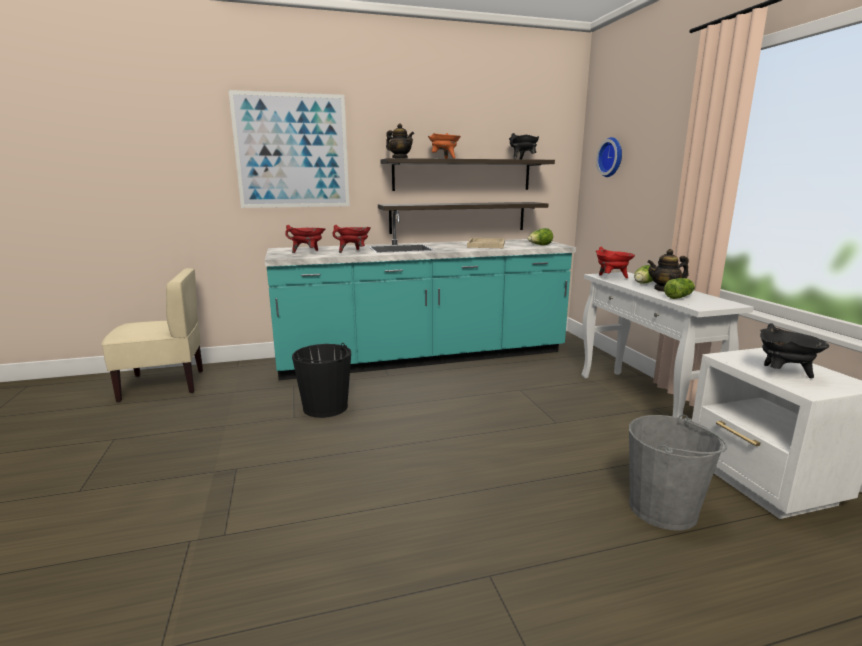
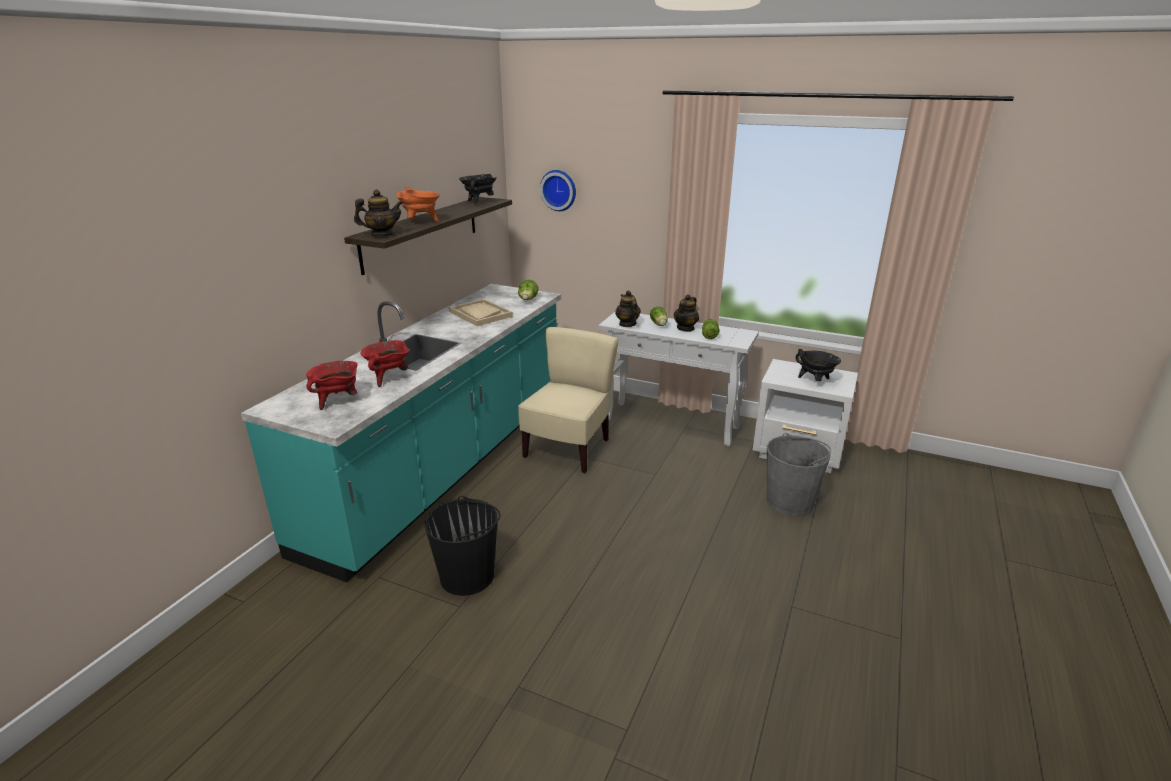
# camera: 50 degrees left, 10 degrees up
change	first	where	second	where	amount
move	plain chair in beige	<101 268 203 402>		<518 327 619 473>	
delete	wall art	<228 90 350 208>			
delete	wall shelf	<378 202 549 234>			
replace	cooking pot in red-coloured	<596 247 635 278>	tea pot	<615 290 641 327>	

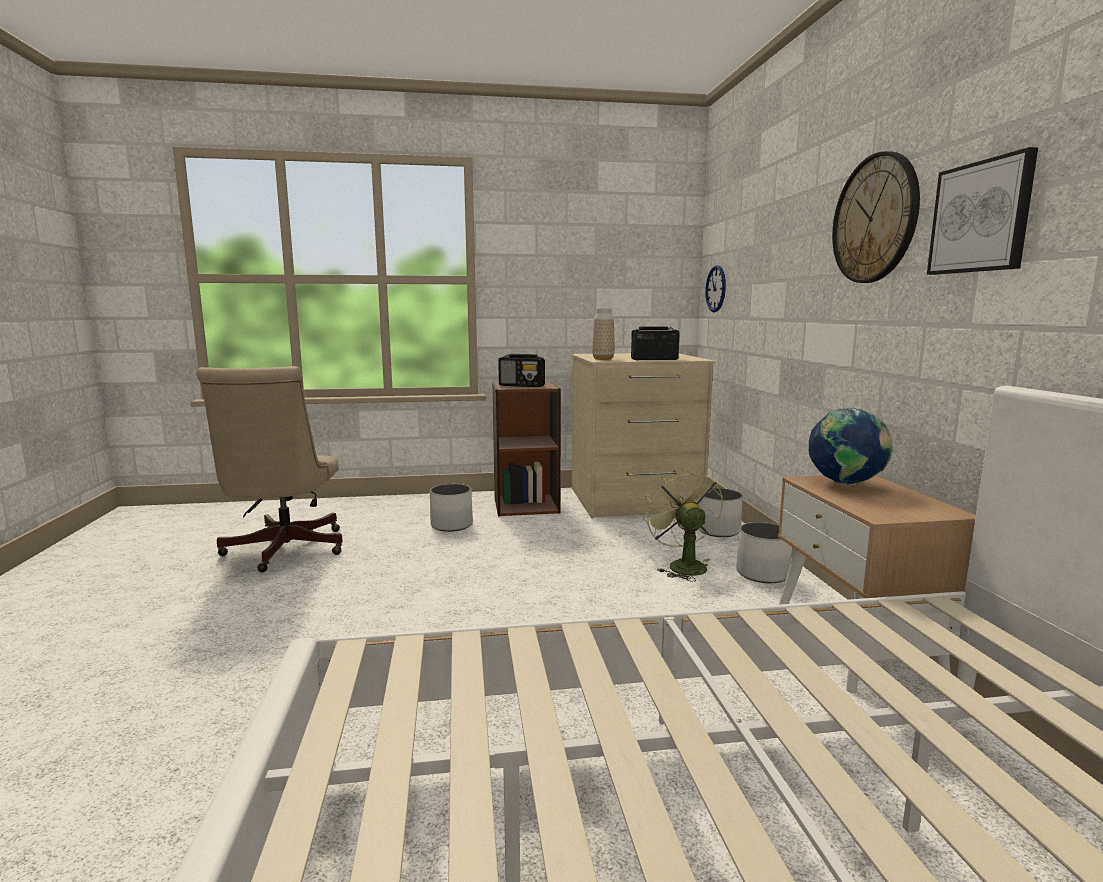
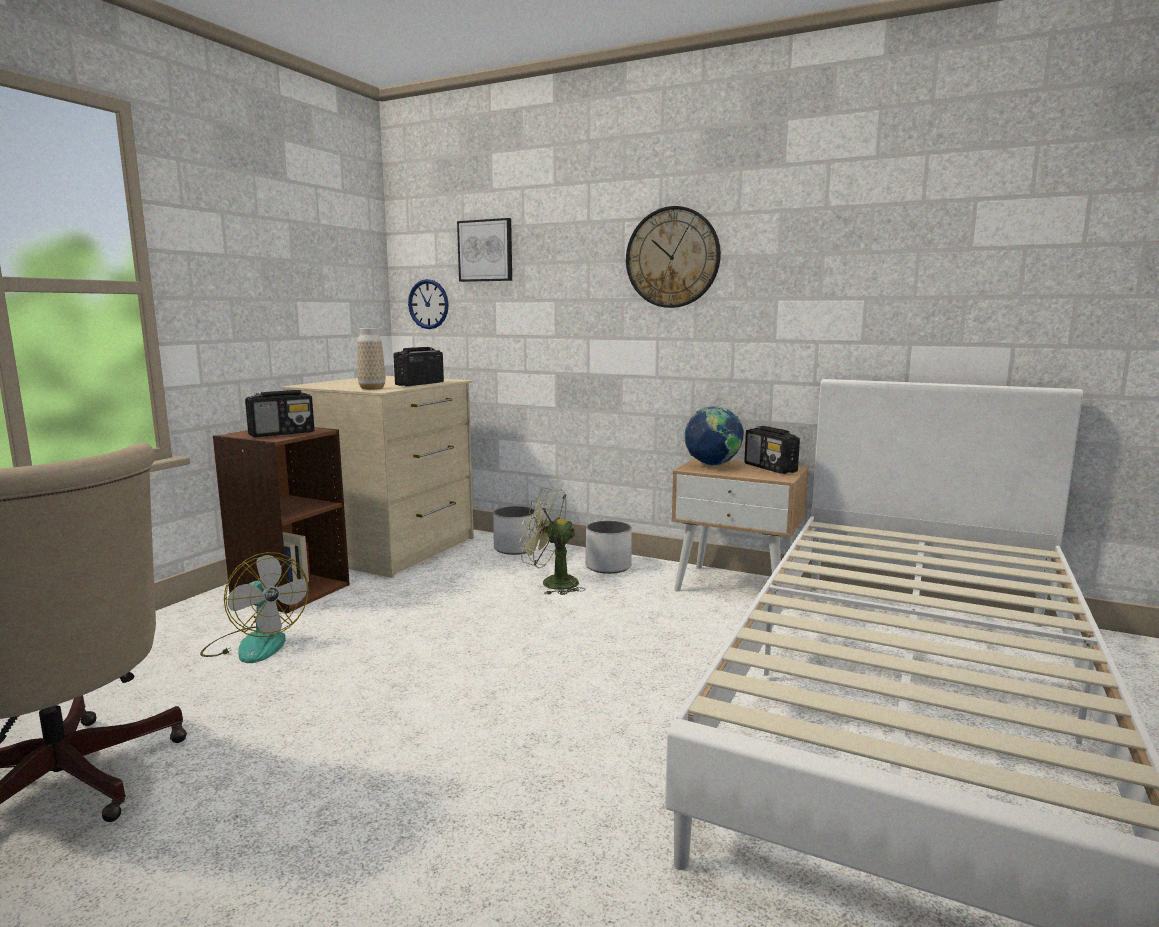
# camera: 55 degrees left, 0 degrees up
change	first	where	second	where	amount
replace	plant pot in white	<430 484 473 532>	fan	<200 552 309 663>	
move	wall art	<927 147 1038 275>		<457 218 512 282>	
insert			radio set	<744 426 800 474>	

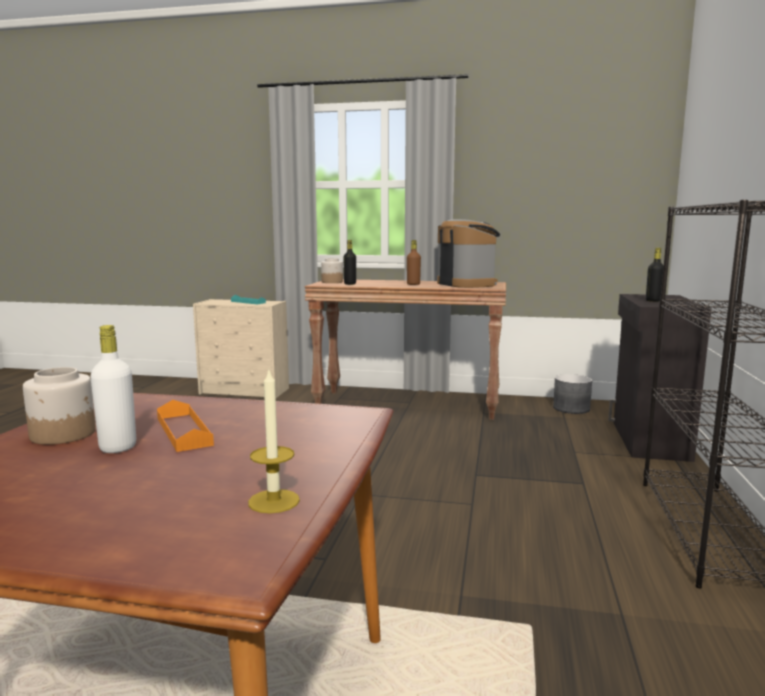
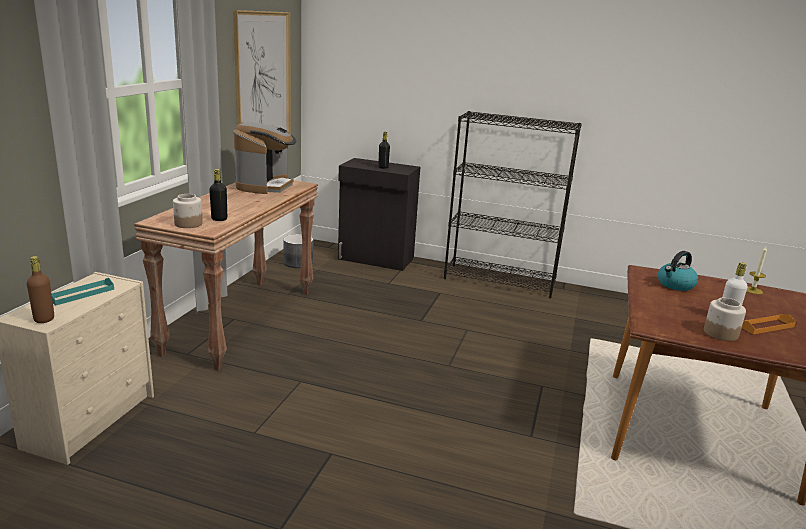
# camera: 85 degrees left, 10 degrees up
change	first	where	second	where	amount
move	tray in orangey	<157 400 214 452>		<742 314 796 334>	
move	bottle in brownish	<407 240 421 285>		<27 256 54 323>	
rotate	coffee machine	<437 219 500 288>		<234 122 296 194>	120 degrees clockwise
insert			wall art	<233 10 291 134>	
insert			tea kettle	<658 251 698 291>	

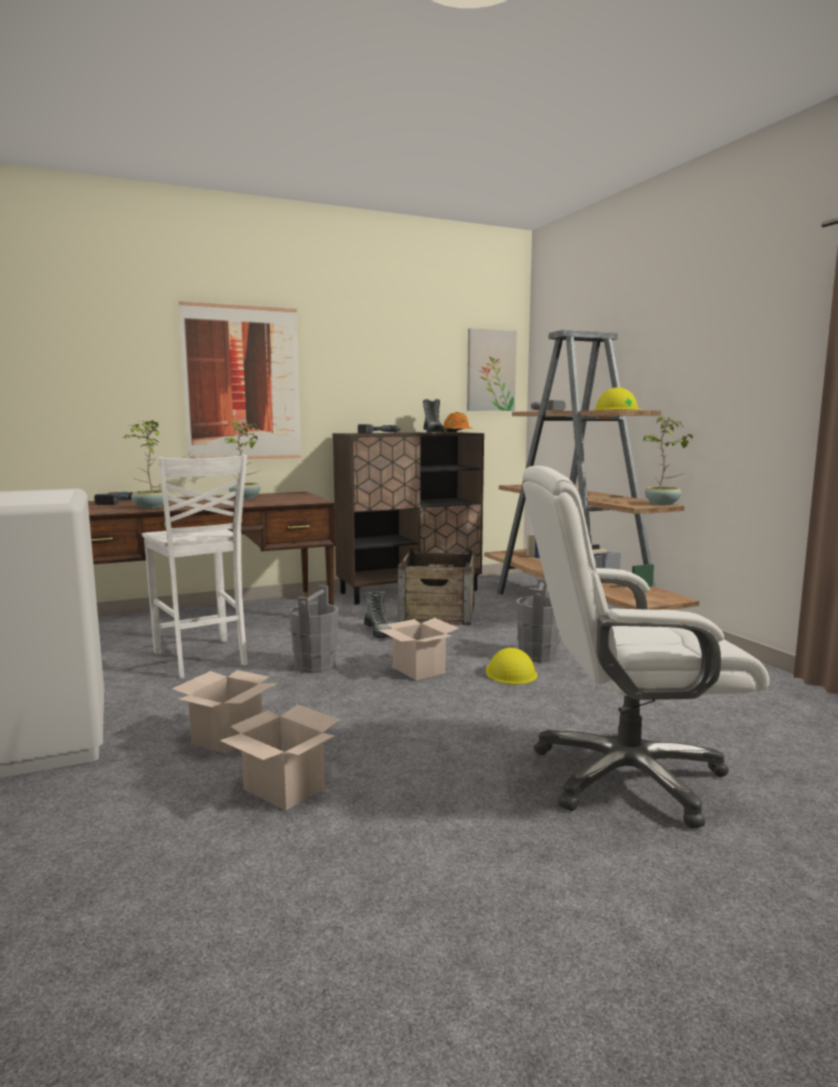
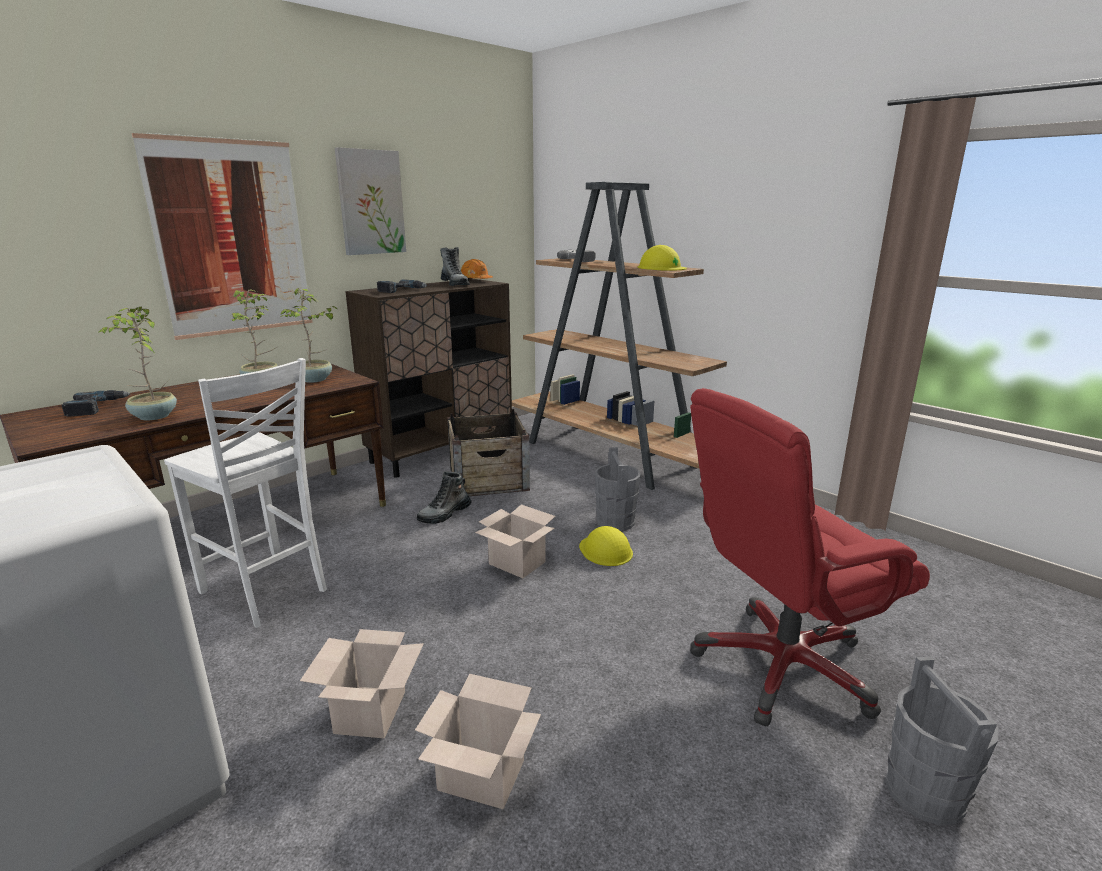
# camera: 20 degrees left, 10 degrees up
change	first	where	second	where	amount
move	bucket in greyish	<289 585 339 673>		<885 656 998 826>	
rotate	high-top boot	<364 591 392 638>		<417 471 471 524>	90 degrees clockwise
move	wall art	<467 328 517 411>		<335 147 406 255>	
recolor	desk chair in white	<522 466 769 829>	desk chair in red-coloured	<690 388 930 726>	
move	potted plant	<644 416 693 505>		<280 288 338 383>	

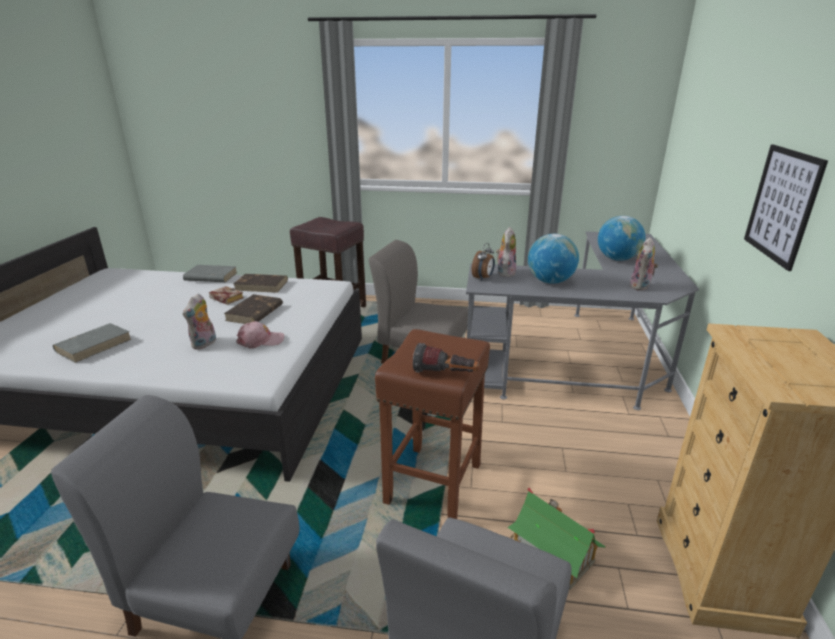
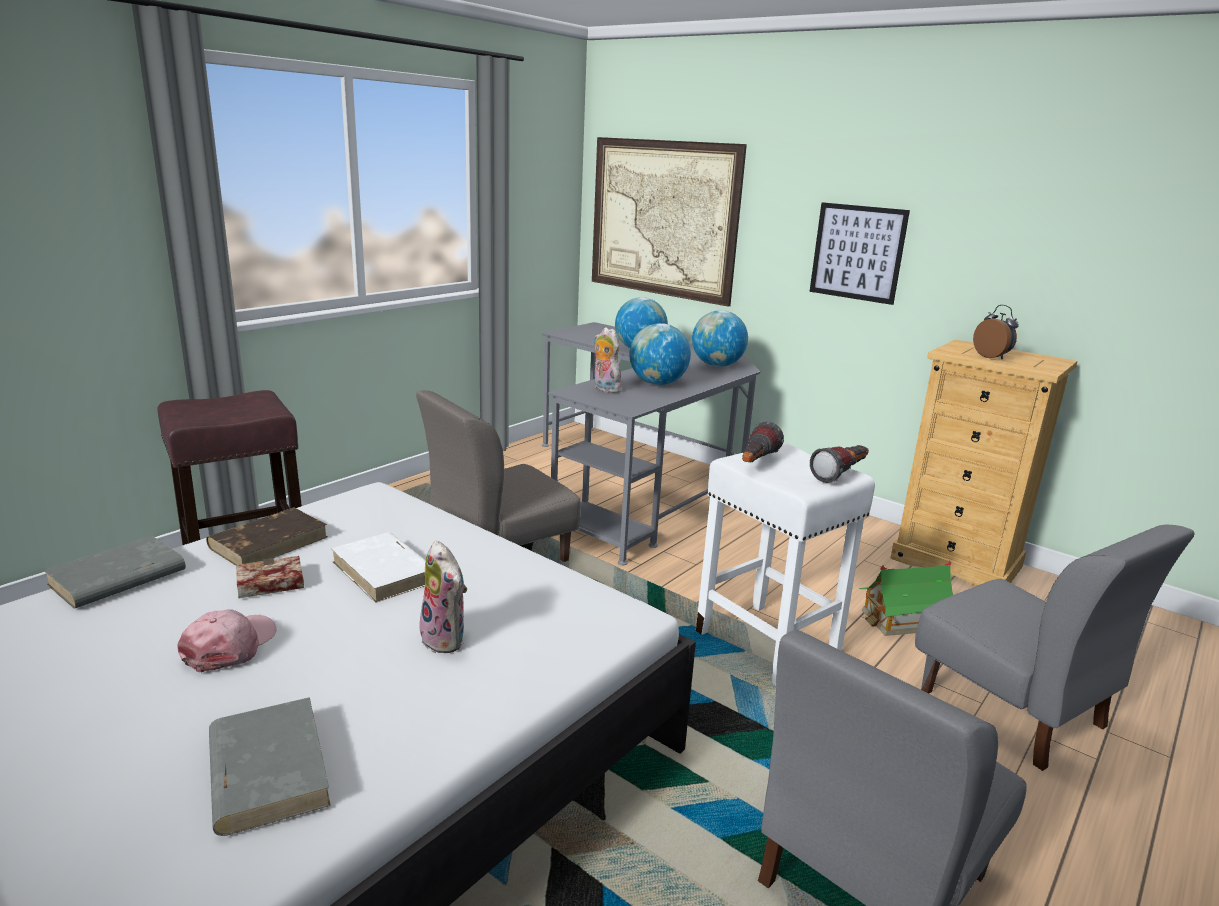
# camera: 60 degrees left, 5 degrees down
change	first	where	second	where	amount
recolor	book in brownish	<224 294 283 324>	book in white	<331 532 426 603>	
move	peaked cap in pinkish	<236 321 284 348>		<178 609 277 672>	
recolor	stool in brownish	<375 329 490 519>	stool in white	<696 443 875 685>	
move	bedside clock	<472 243 495 281>		<973 305 1019 359>	
replace	plush toy	<629 237 658 291>	globe	<692 310 748 367>	
insert			wall art	<592 137 747 307>	
insert			flashlight	<742 422 784 462>	

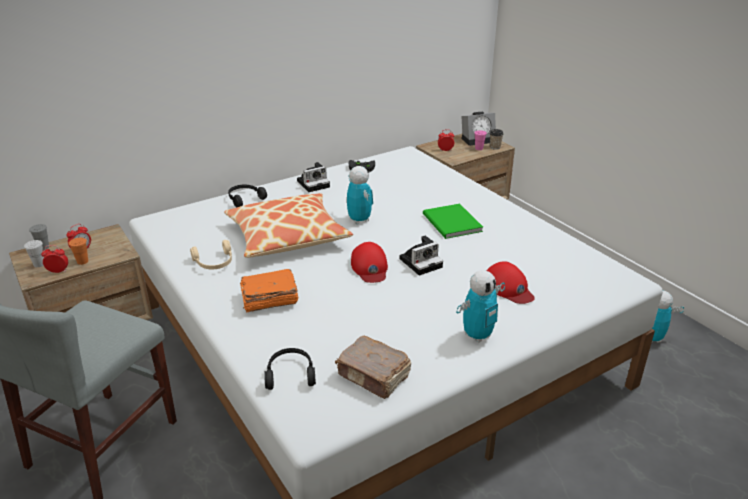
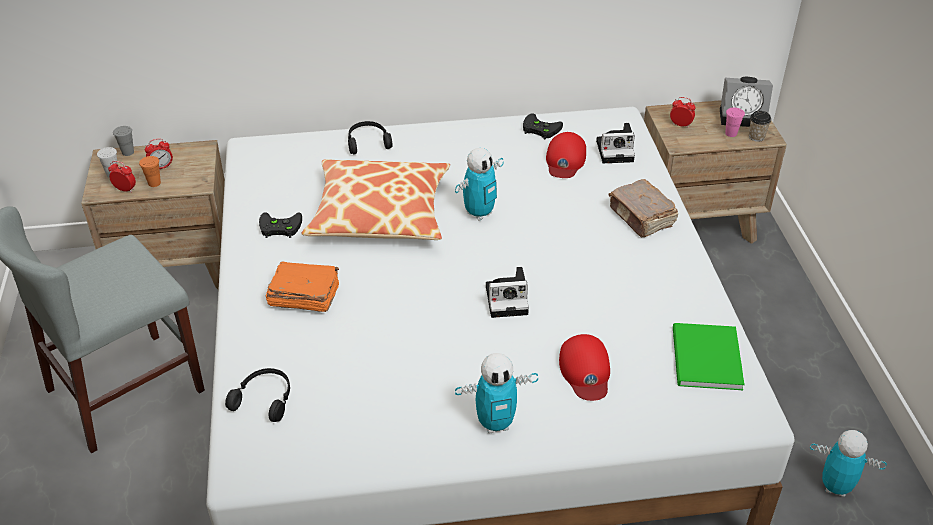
# camera: 25 degrees right, 10 degrees up
change	first	where	second	where	amount
replace	headphones in beige	<190 240 232 269>	gamepad in blackish	<259 212 302 238>	
move	photo camera	<297 162 330 192>		<596 123 635 163>	
move	book in brownish	<335 336 411 399>		<609 179 678 237>	
rotate	model robot	<347 166 373 224>		<455 148 504 221>	45 degrees clockwise
move	peaked cap in red-coloured	<351 242 388 283>		<546 132 586 178>	
move	book in greenish	<423 204 483 239>		<673 323 745 390>	

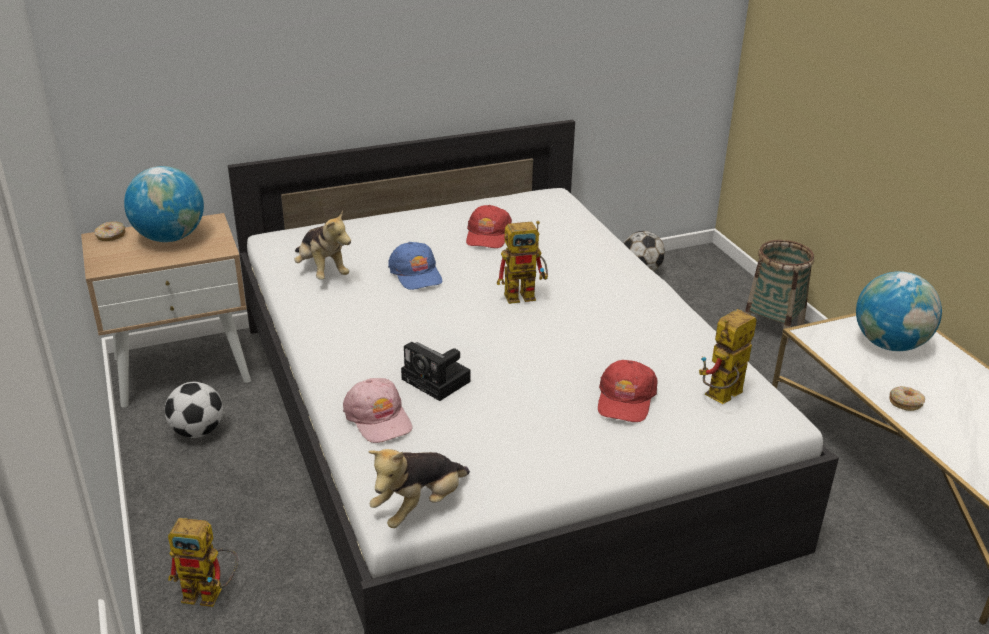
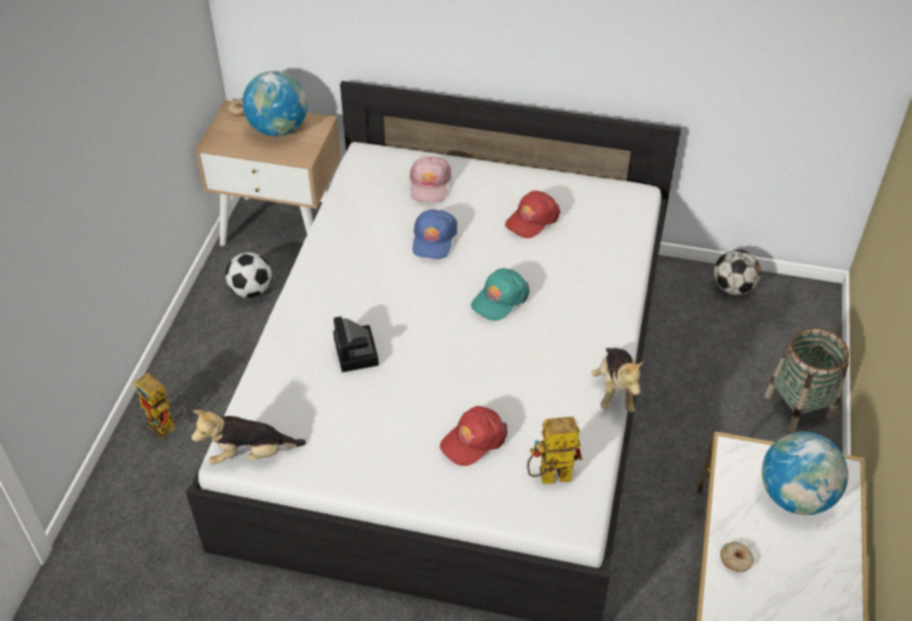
# camera: 35 degrees right, 15 degrees up
change	first	where	second	where	amount
move	plush toy	<294 211 351 280>		<592 348 643 412>	
move	peaked cap in pinkish	<343 378 412 443>		<410 157 451 202>	
replace	model robot	<497 220 548 304>	peaked cap in turquoise-coloured	<471 268 530 321>	

